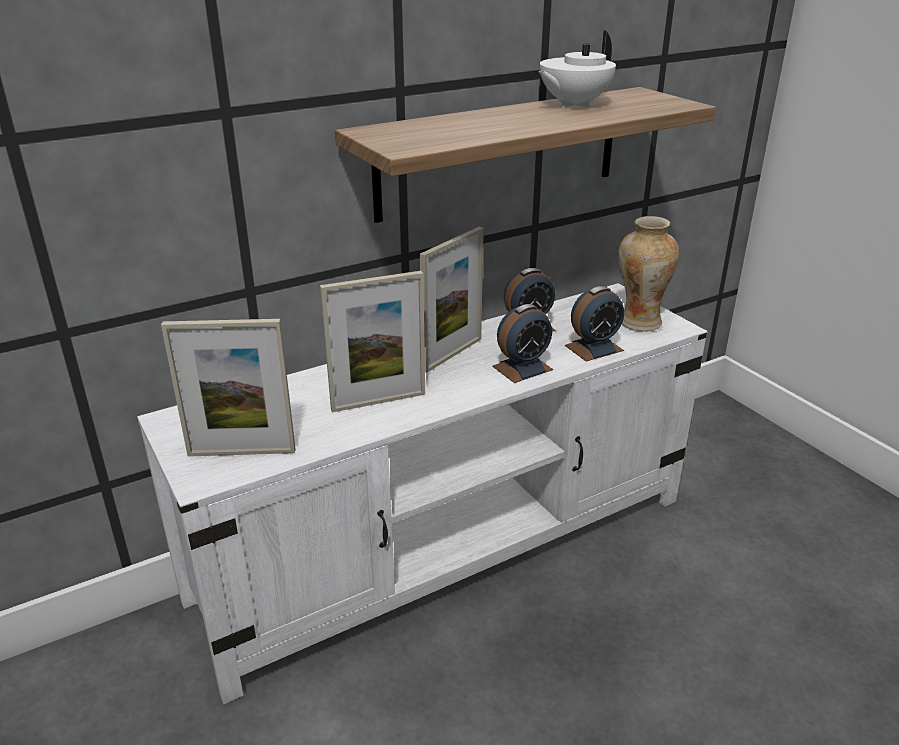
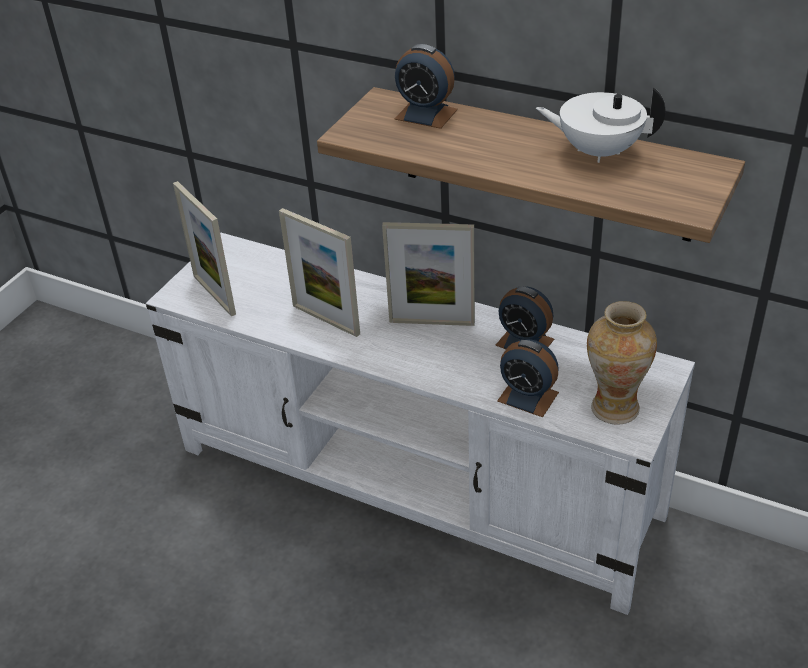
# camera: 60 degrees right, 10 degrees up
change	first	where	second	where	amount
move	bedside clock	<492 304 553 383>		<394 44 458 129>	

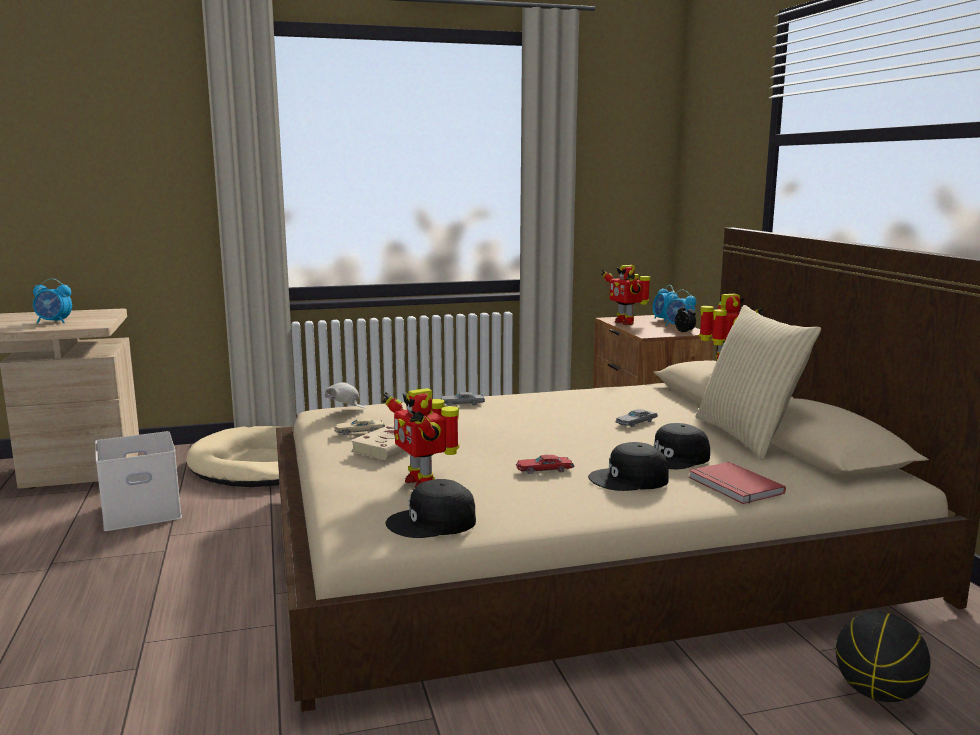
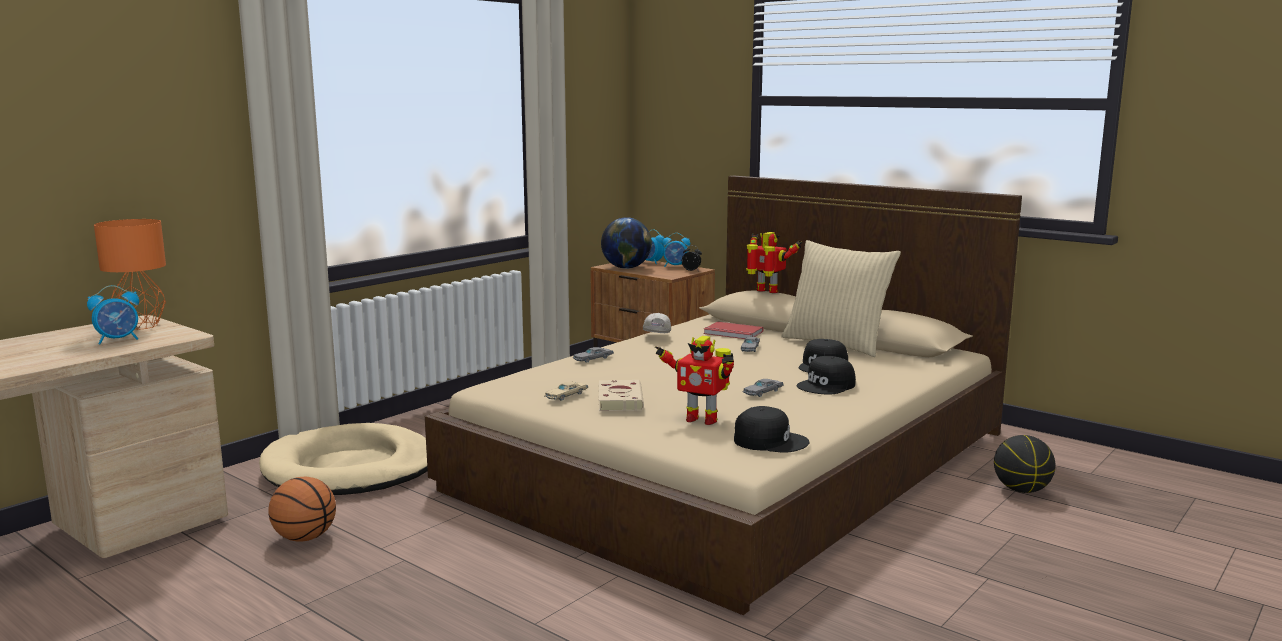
# camera: 35 degrees left, 0 degrees up
change	first	where	second	where	amount
replace	storage bin in white	<95 431 182 531>	ball for basketball	<269 476 336 542>	
move	peaked cap in white	<325 382 367 409>		<643 313 671 333>	
rotate	peaked cap in blackish	<385 479 476 538>		<734 406 809 452>	120 degrees counterclockwise
recolor	toy car in red-coloured	<516 455 574 474>	toy car in greyish	<743 379 784 397>	
replace	model robot	<601 265 650 325>	globe	<601 217 652 269>	
move	book in red-coloured	<689 462 786 504>		<703 321 763 339>	
insert			lamp for a table in orangey	<94 219 166 330>	

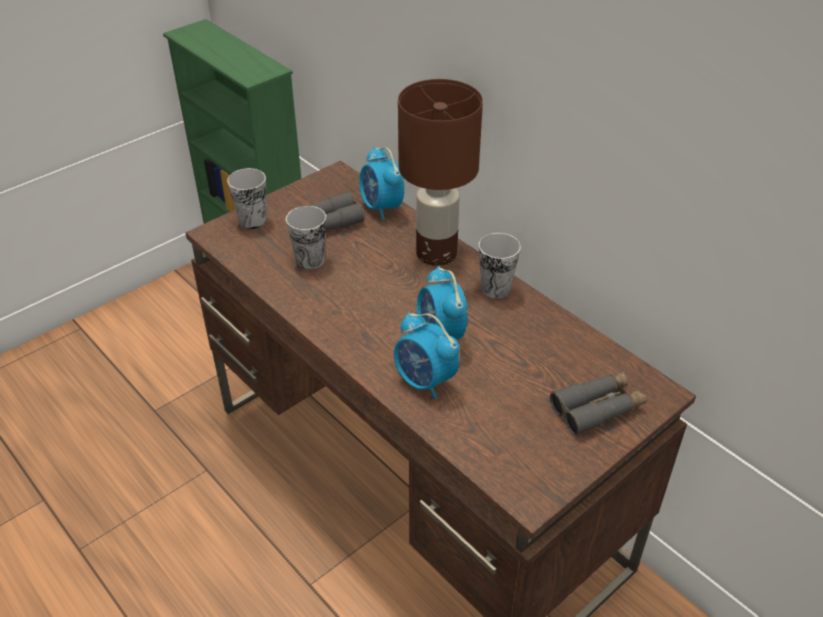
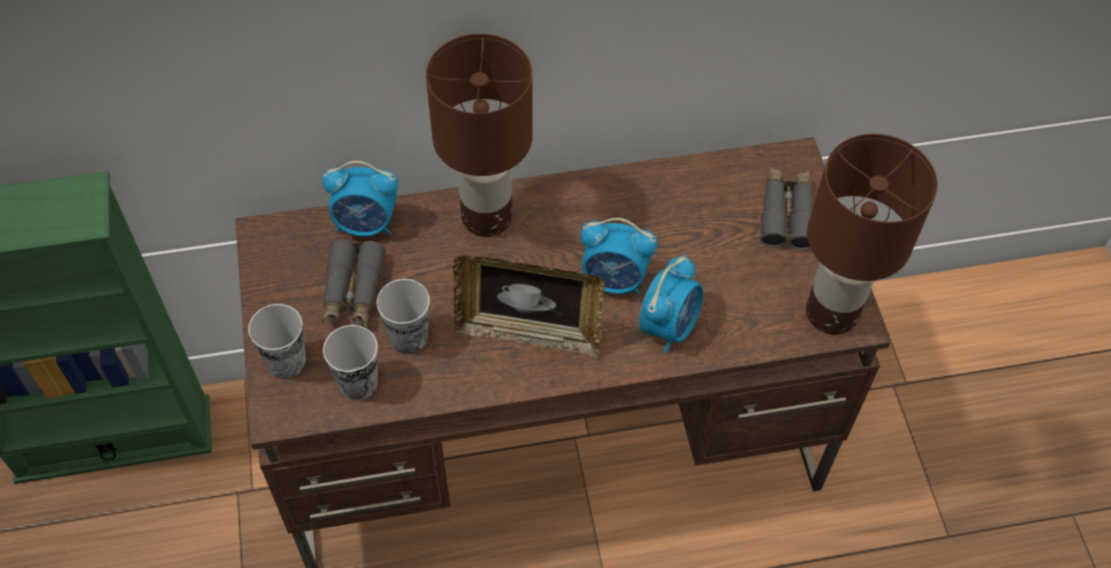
# camera: 60 degrees left, 15 degrees up
change	first	where	second	where	amount
rotate	bedside clock	<394 312 460 400>		<639 254 703 354>	45 degrees counterclockwise
move	small cup	<479 233 521 298>		<323 325 378 400>	
insert			photo frame	<453 256 605 358>	
insert			lamp for a table in brownish	<806 134 938 335>	

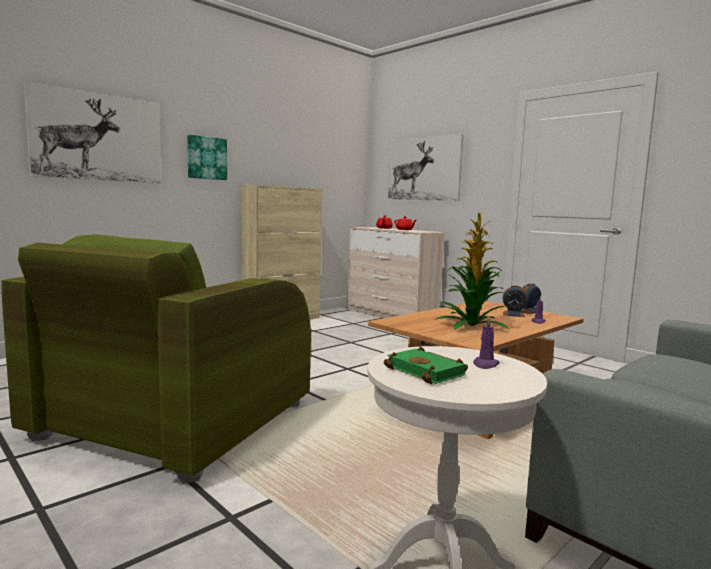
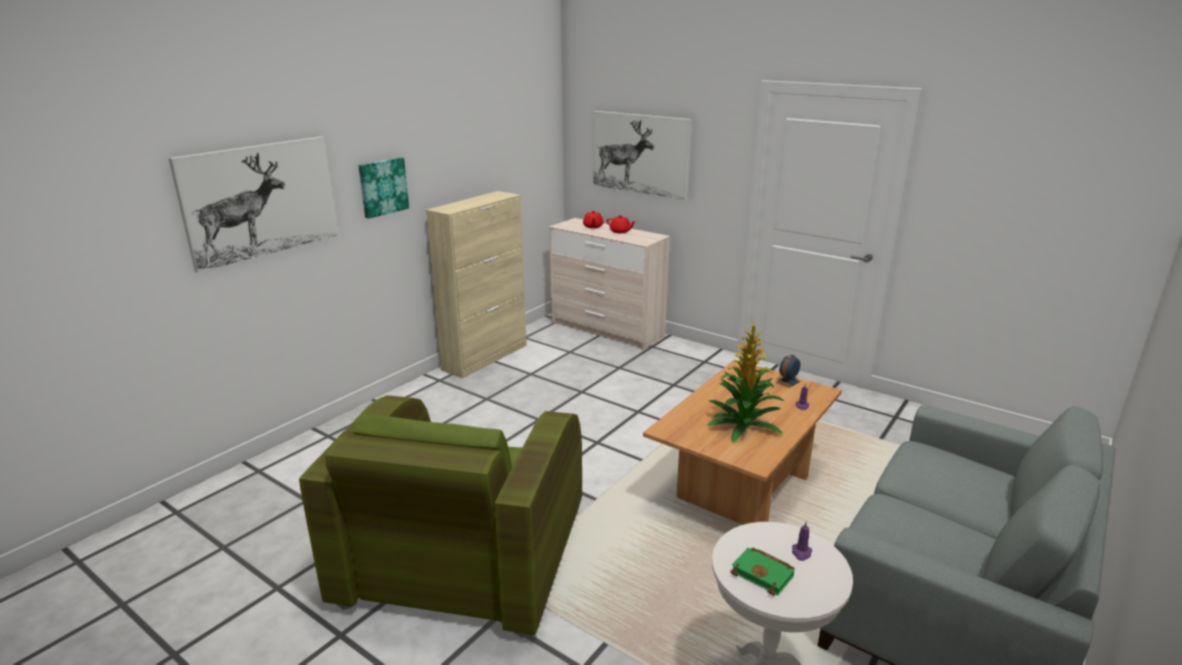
# camera: 10 degrees left, 15 degrees up
change	first	where	second	where	amount
delete	bedside clock	<503 285 528 317>			

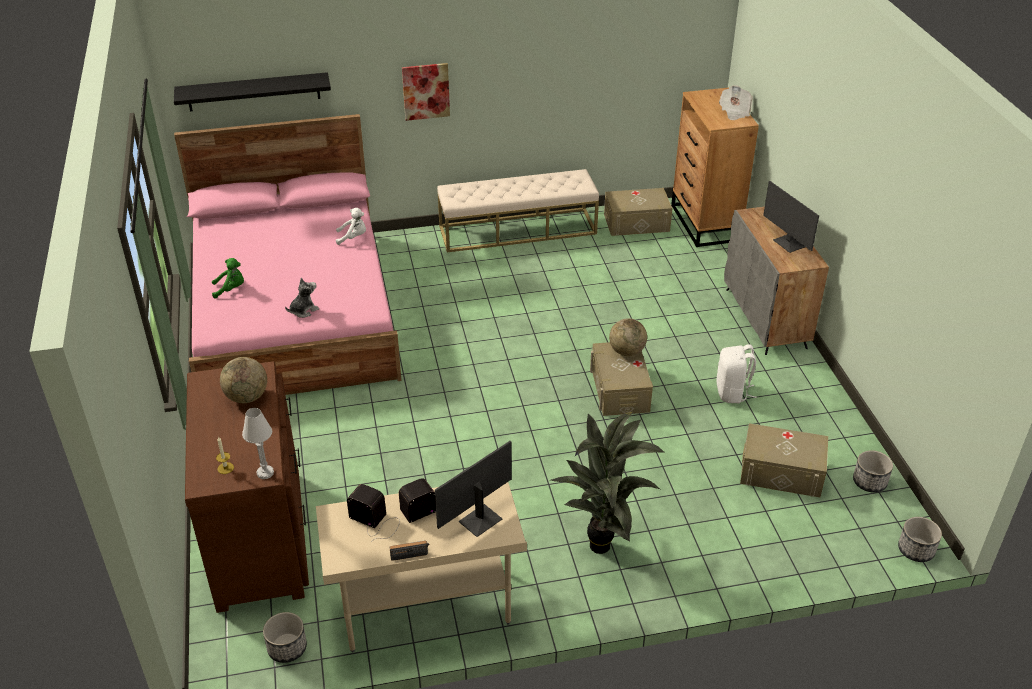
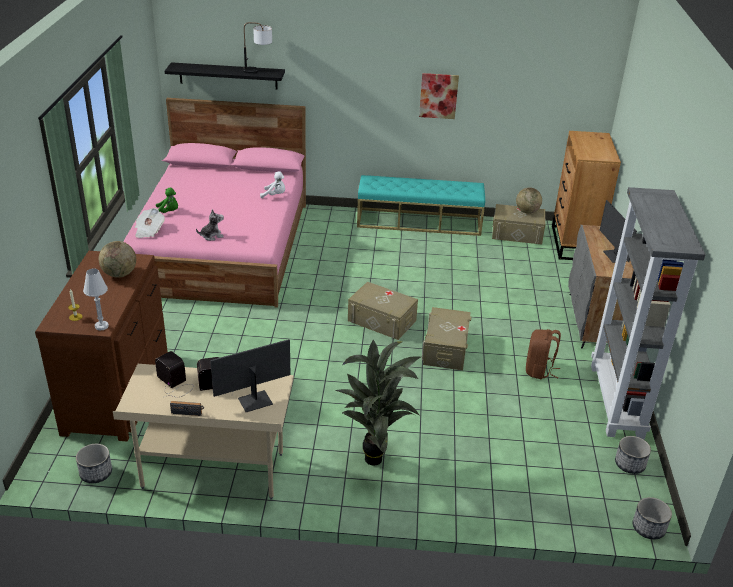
# camera: 15 degrees right, 5 degrees down
change	first	where	second	where	amount
move	wall art	<402 63 450 121>		<419 73 459 119>	
recolor	indoor bench in beige	<437 169 599 252>	indoor bench in turquoise-coloured	<357 175 485 236>	
move	globe	<609 318 647 356>		<516 187 542 214>	
recolor	rucksack in white	<716 344 757 403>	rucksack in brownish	<526 329 561 379>	
move	printed paper	<719 86 753 120>		<135 208 165 238>	
move	storage bin in beige	<740 423 828 497>		<348 282 418 340>	
insert			lamp for a table	<243 22 272 73>	
insert			bookcase in greyish	<591 187 706 439>	

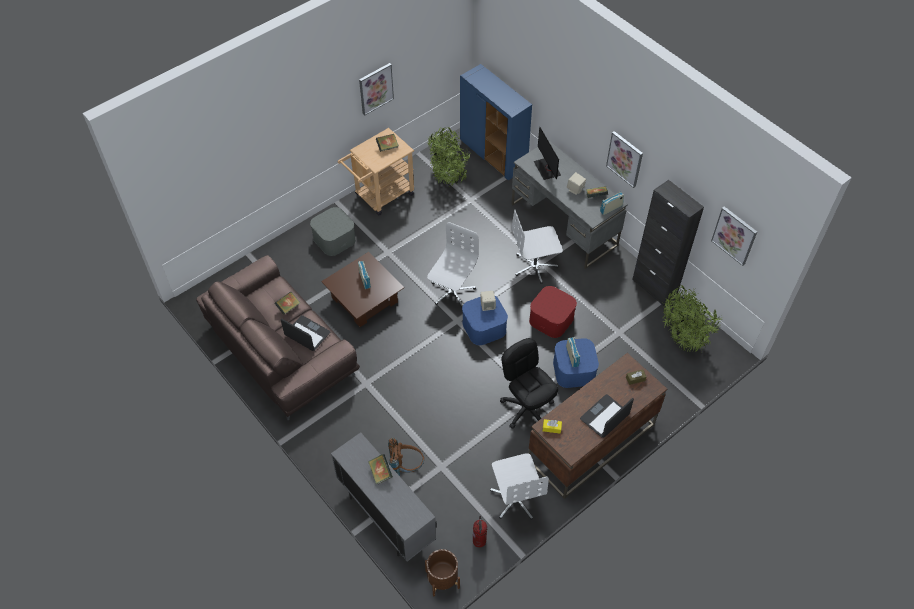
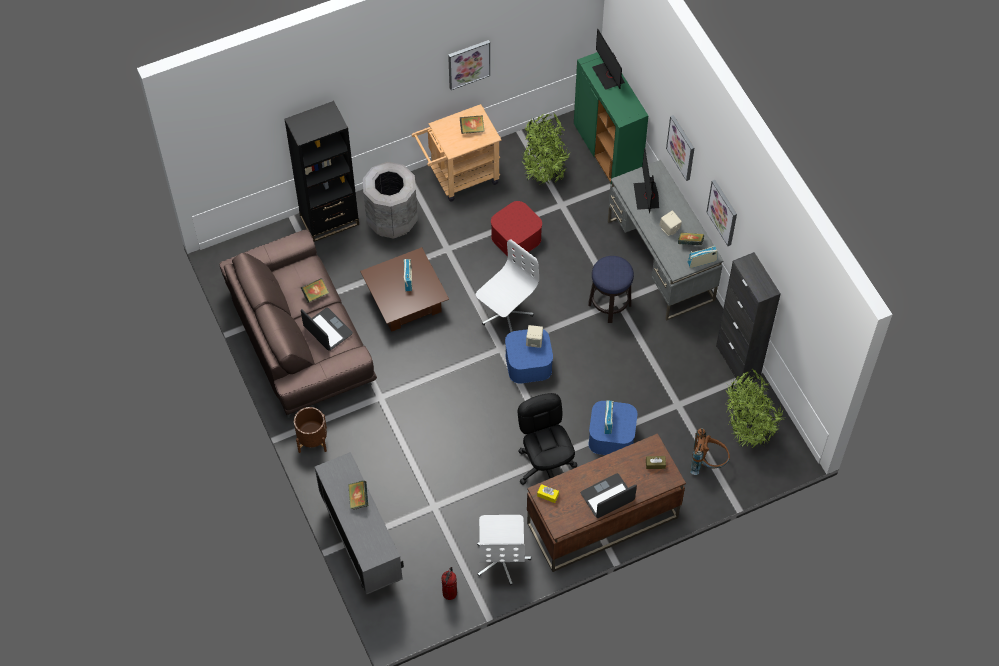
# camera: 15 degrees right, 5 degrees up
change	first	where	second	where	amount
replace	storage bin in greyish	<310 207 356 256>	rubbish bin in greyish	<363 162 418 239>	
move	rucksack in brownish	<388 438 424 476>		<690 428 730 475>	
move	plant pot in brownish	<425 549 460 597>		<294 407 327 453>	
recolor	cupboard in blue-coloured	<460 64 532 180>	cupboard in greenish	<574 52 648 184>	
replace	desk chair in white	<512 210 563 284>	stool	<588 256 634 323>	
move	storage bin in red-coloured	<529 286 577 338>		<491 201 542 257>	
move	wall art	<711 206 757 266>		<666 115 694 181>	
insert			bookcase in blackish	<284 101 359 242>	
insert			computer display	<592 29 625 90>	

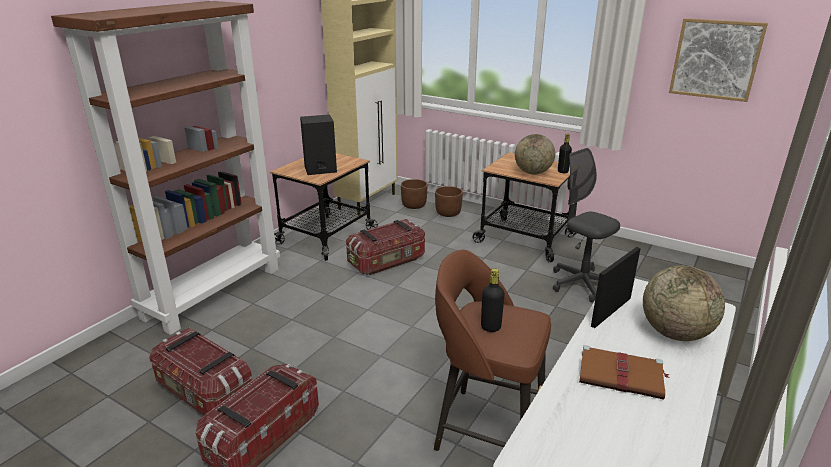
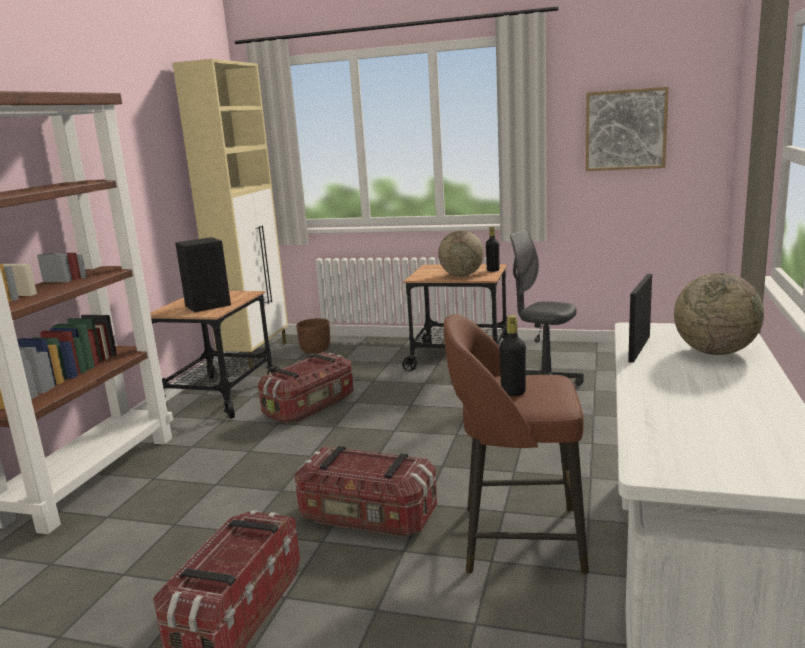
# camera: 15 degrees left, 10 degrees down
change	first	where	second	where	amount
move	storage bin	<149 328 252 416>		<295 446 437 537>	
delete	plant pot in brownish	<435 186 463 217>			
delete	book in brownish	<579 345 670 400>			

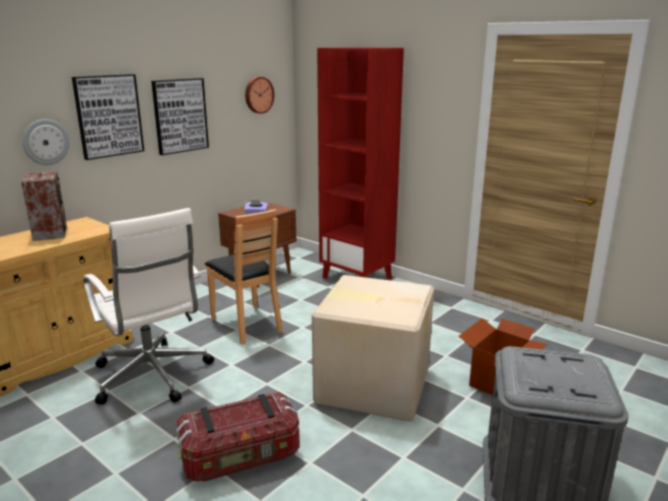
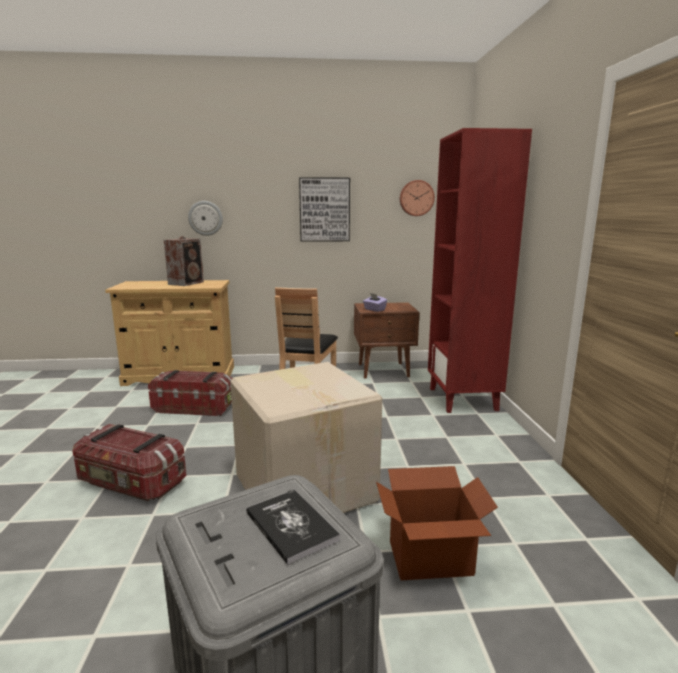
# camera: 45 degrees right, 5 degrees down
change	first	where	second	where	amount
delete	wall art	<72 74 144 160>			
replace	desk chair in white	<83 208 214 405>	storage bin	<148 370 233 416>	
insert			book	<246 490 340 565>	

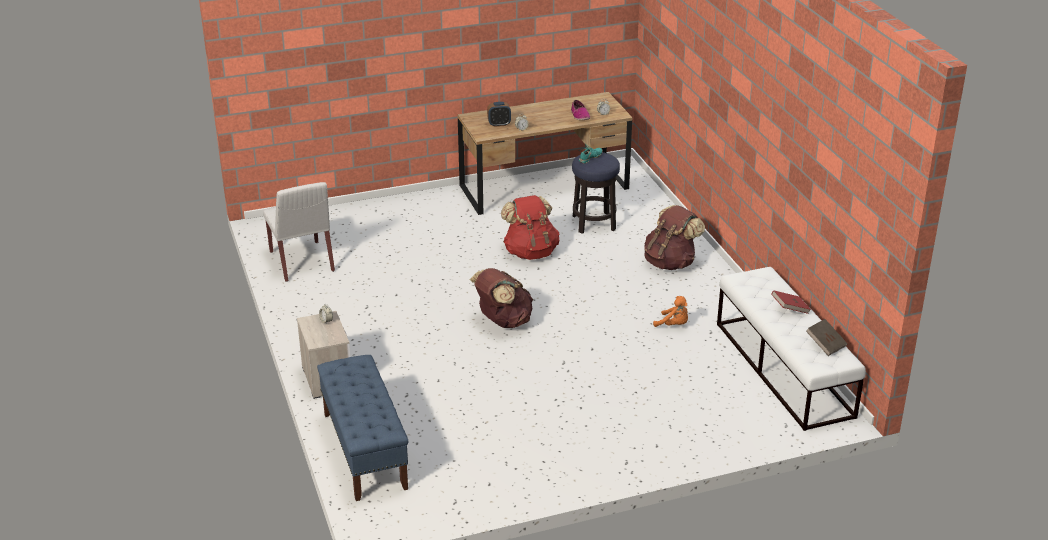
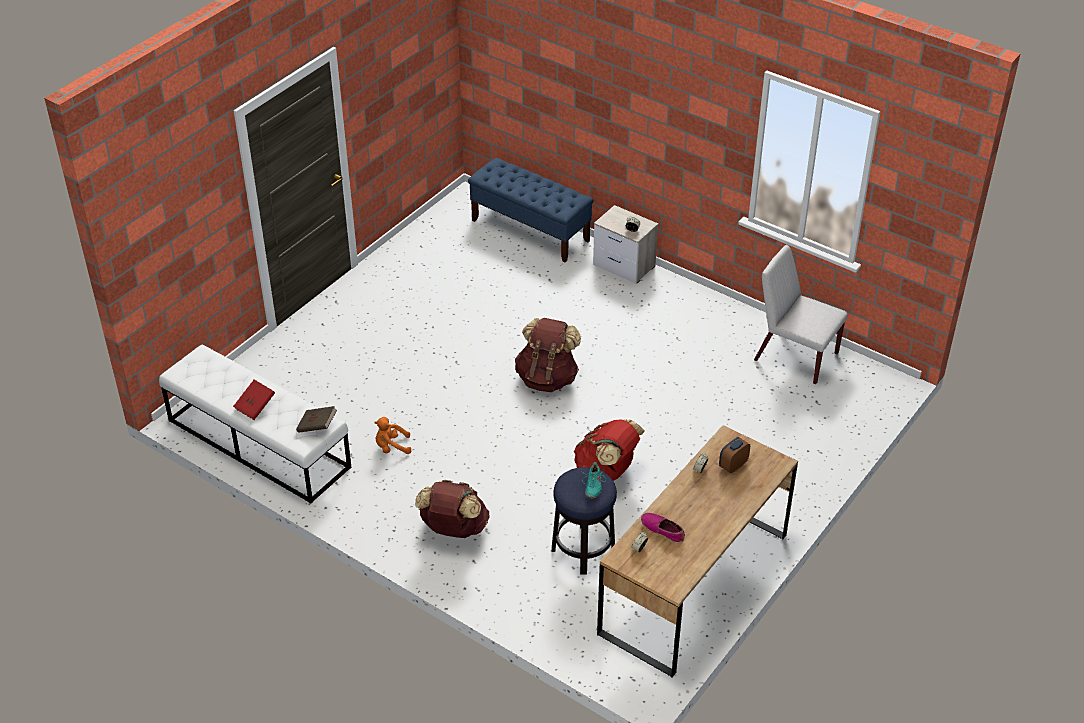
# camera: 145 degrees right, 10 degrees up
change	first	where	second	where	amount
move	book in brownish	<806 319 848 356>		<296 406 337 433>	

